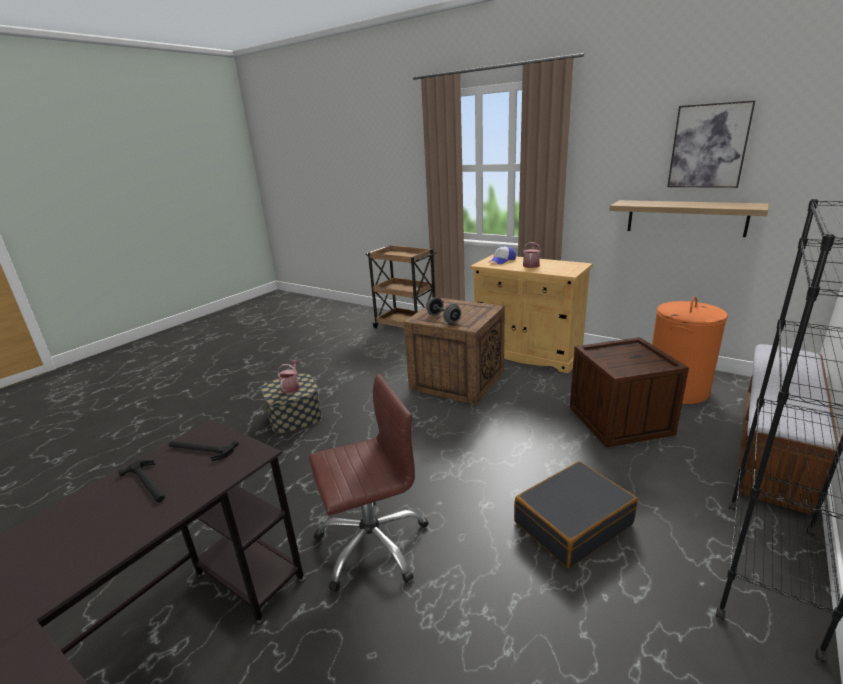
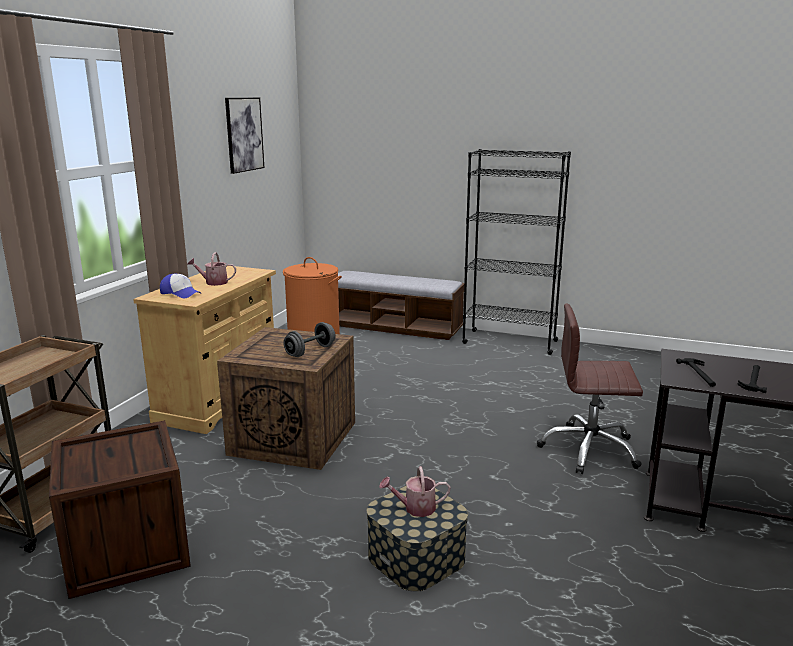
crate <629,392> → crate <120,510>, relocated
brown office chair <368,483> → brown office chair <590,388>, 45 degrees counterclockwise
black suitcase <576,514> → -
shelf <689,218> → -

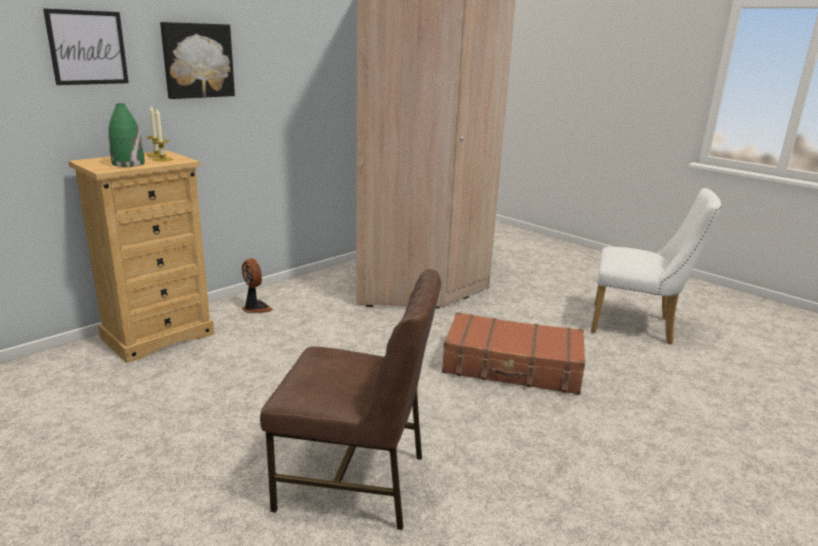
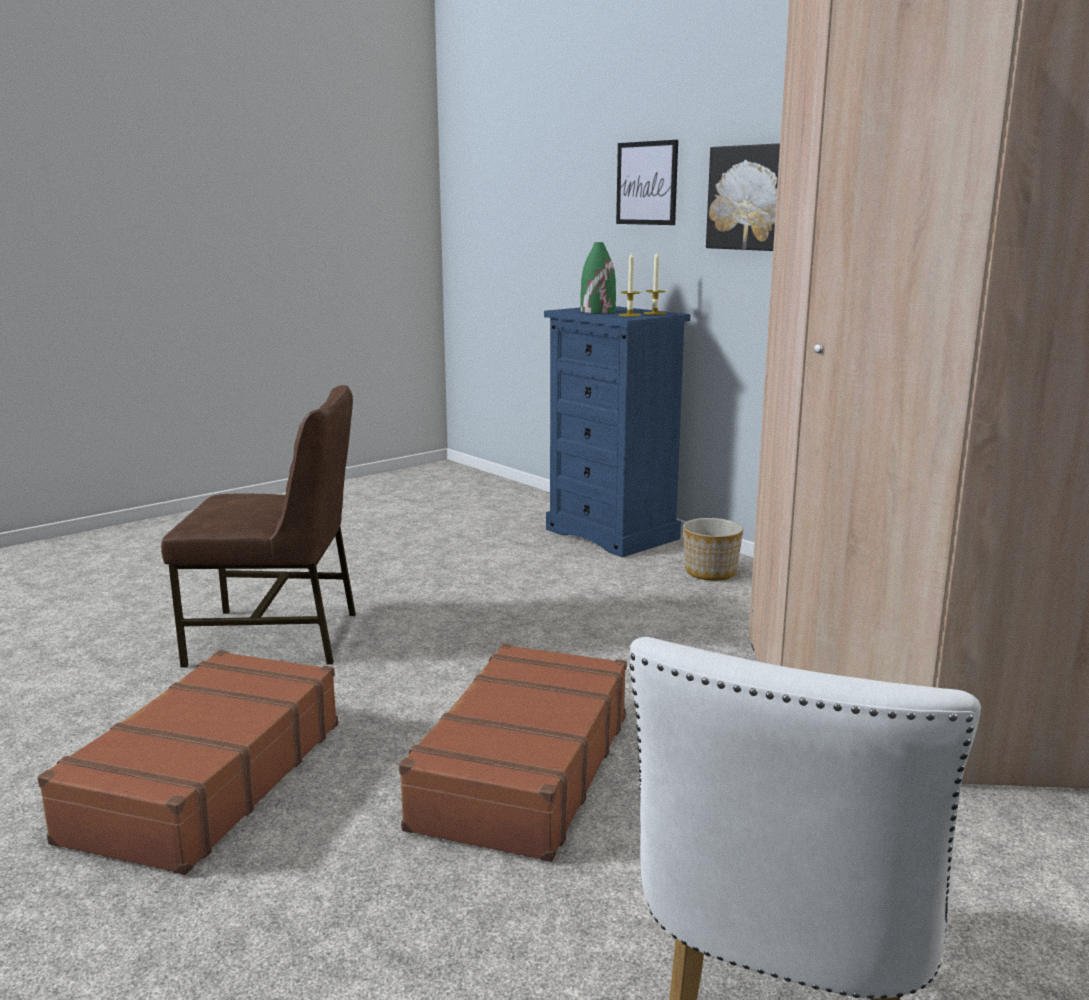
- → brown suitcase <187,762>
brown chair <350,399> → brown chair <258,526>, 105 degrees counterclockwise
beige dresser <141,256> → blue dresser <617,431>
fan <257,285> → planter <713,549>

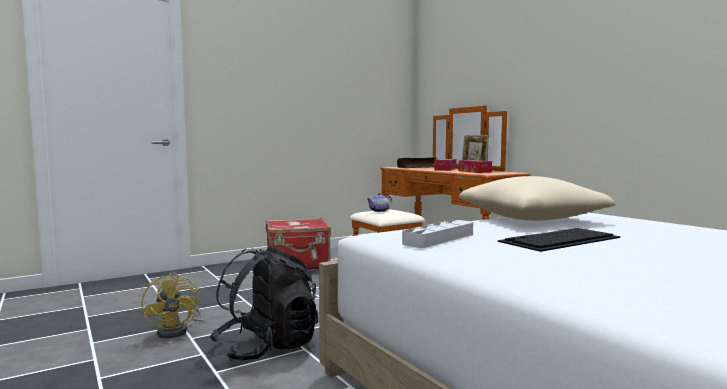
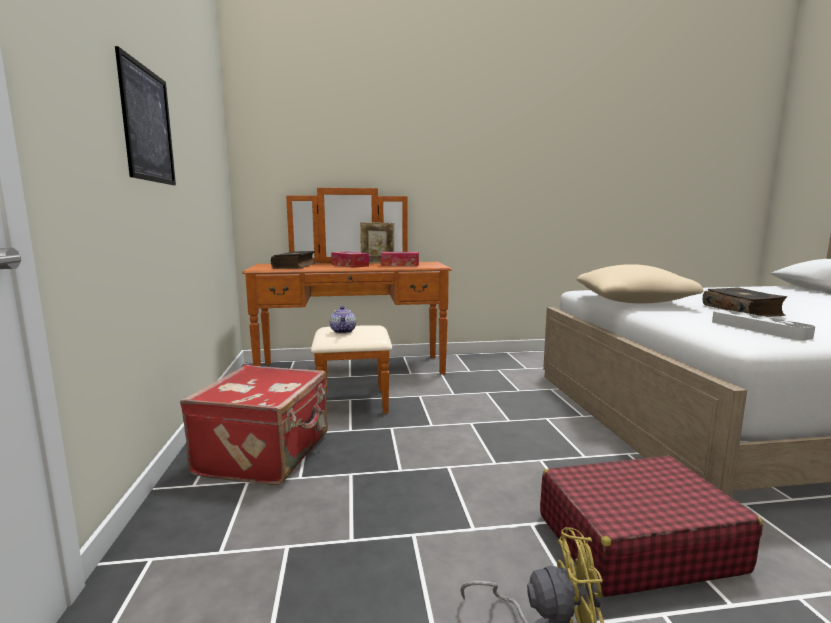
- → picture <145,115>
black backpack <264,303> → red suitcase <651,526>
keyboard <559,240> → book <745,302>

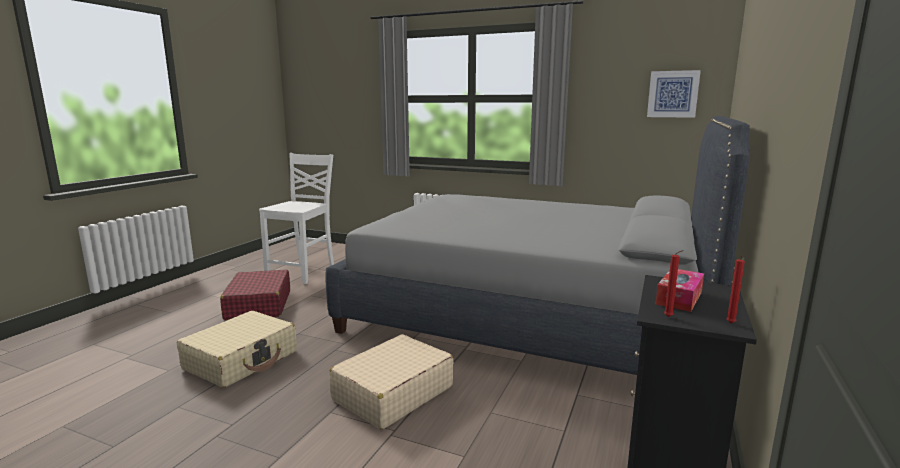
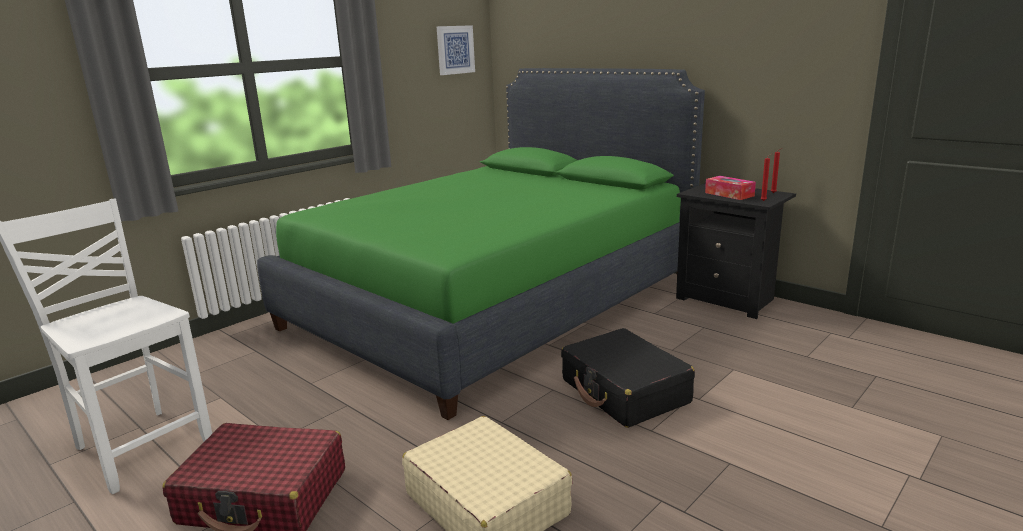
grey bed <537,245> → green bed <481,244>
beige suitcase <391,382> → black suitcase <628,378>

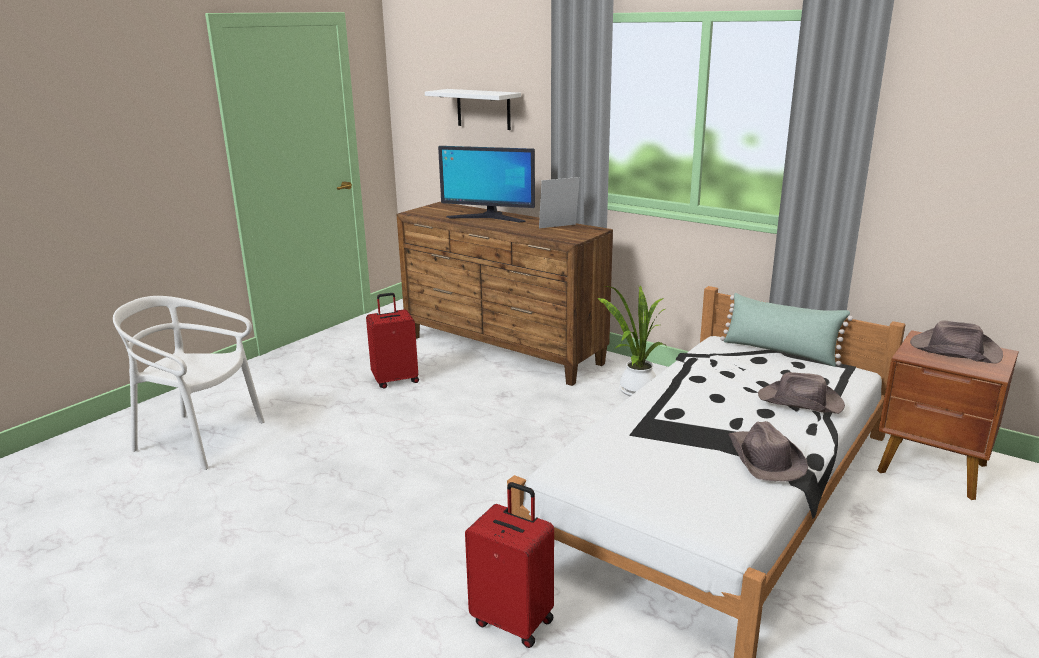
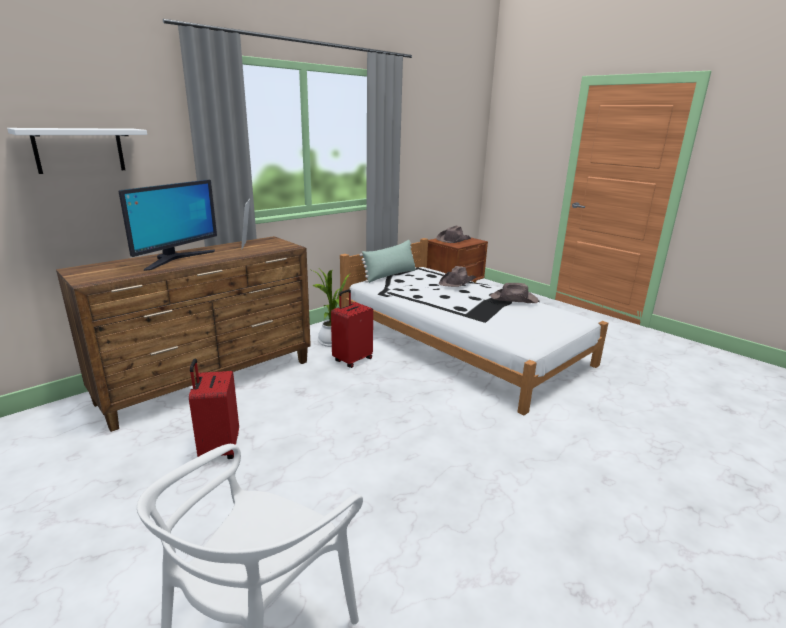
red suitcase <509,565> → red suitcase <352,328>, relocated

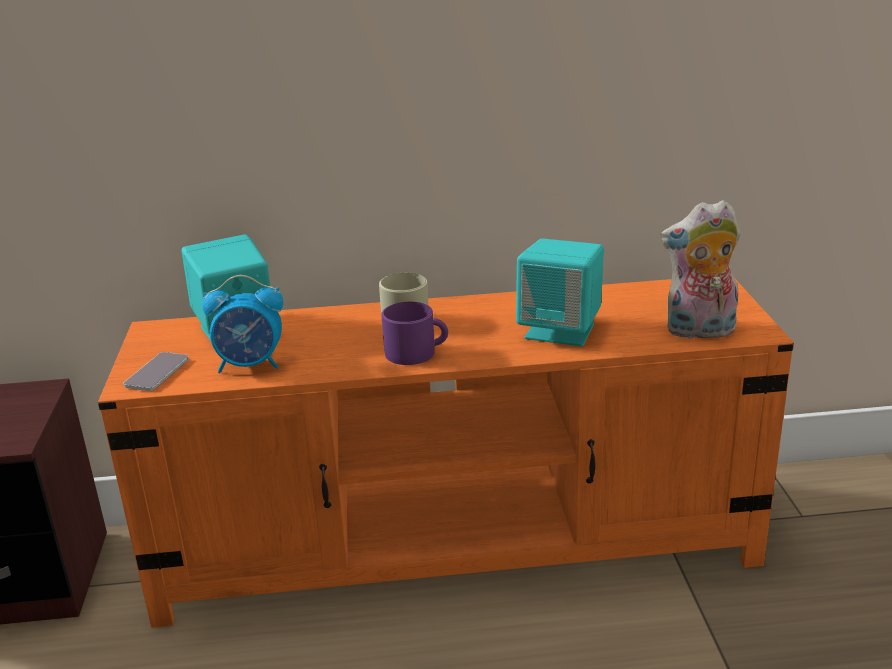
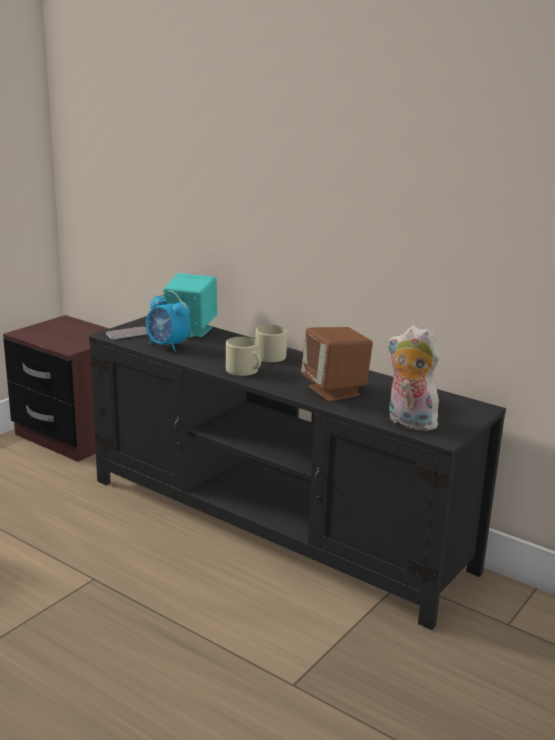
orange tv stand <446,453> → black tv stand <297,473>
purple mug <414,333> → beige mug <243,356>
turquoise speaker <560,292> → brown speaker <337,364>

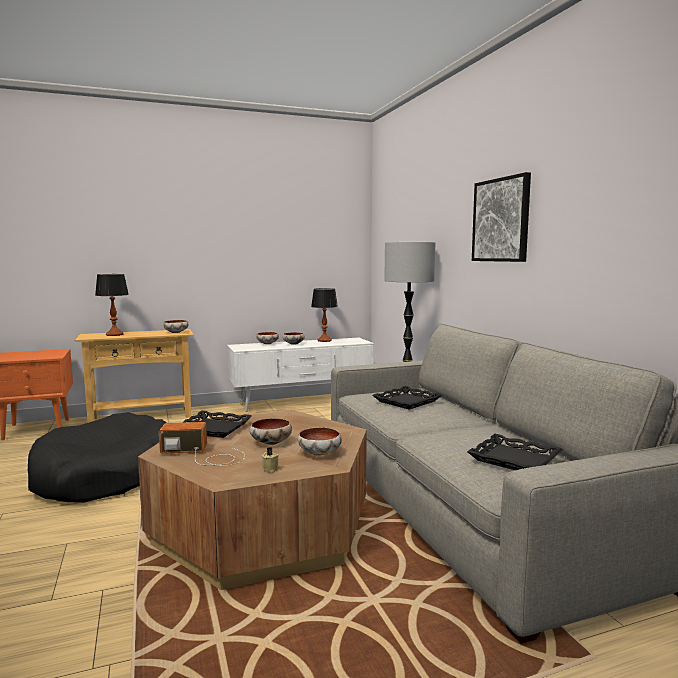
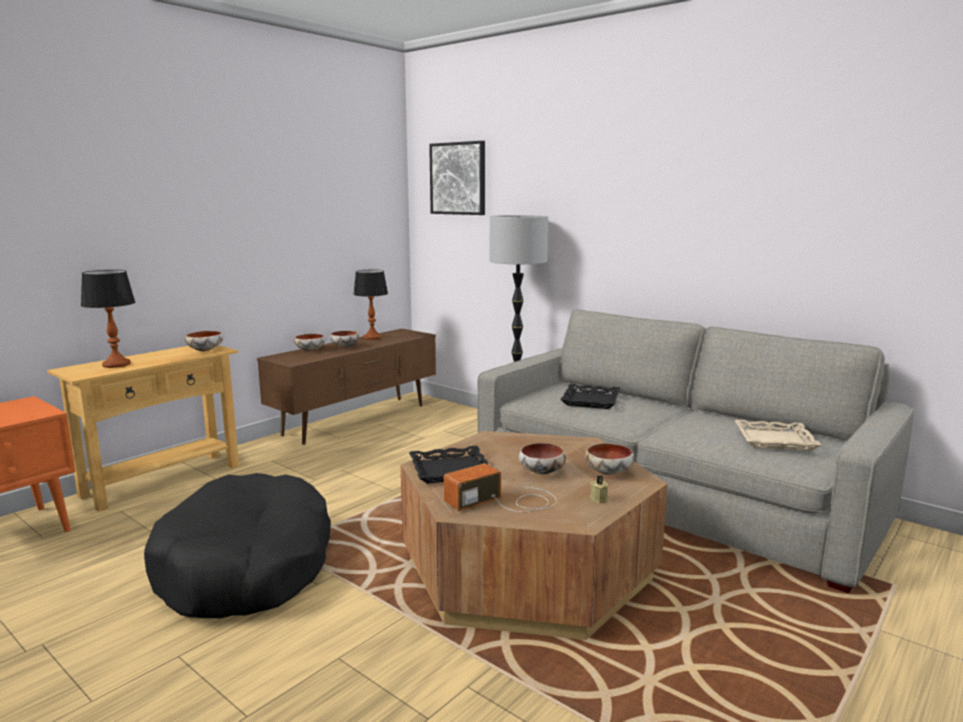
white tv stand <300,375> → brown tv stand <346,387>
picture <501,217> → picture <457,178>, relocated
black tray <515,452> → beige tray <778,435>

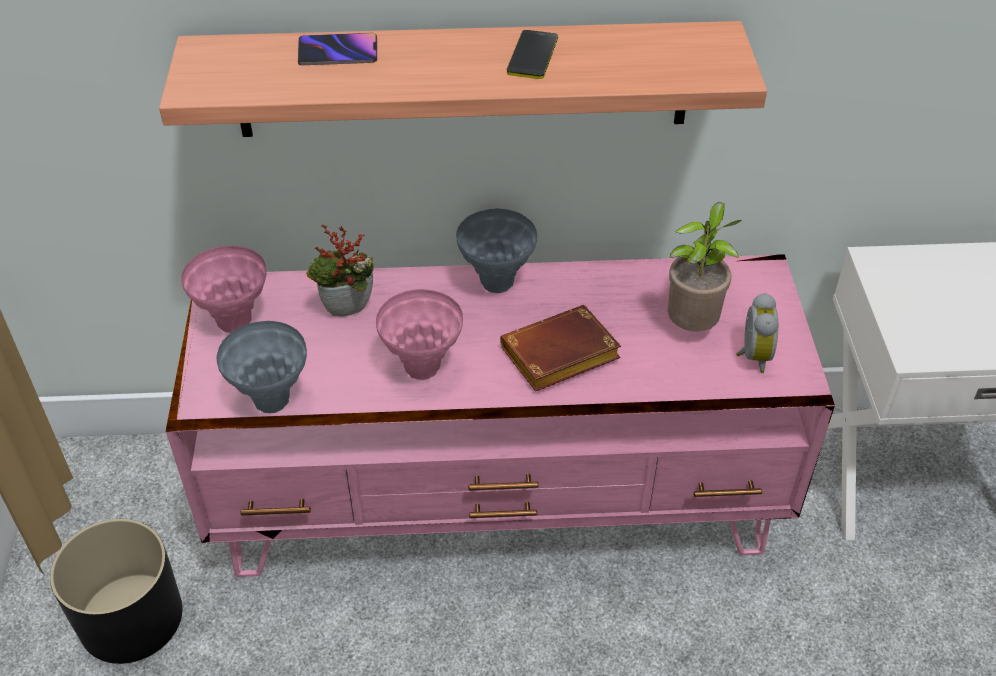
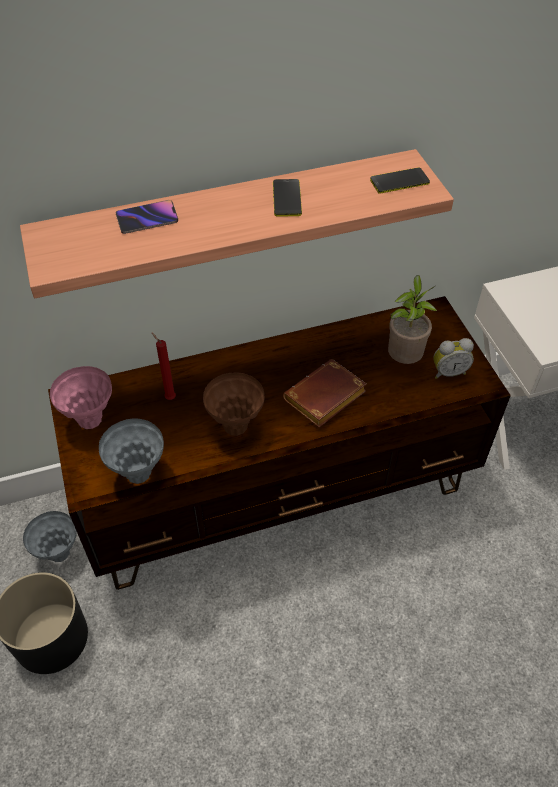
grey vase <496,250> → grey vase <50,536>, relocated
pink tv stand <500,415> → brown tv stand <279,443>
potted plant <340,270> → red candle <164,366>
pink vase <419,334> → brown vase <233,404>
- → phone <400,181>
alarm clock <757,333> → alarm clock <453,358>, 90 degrees clockwise

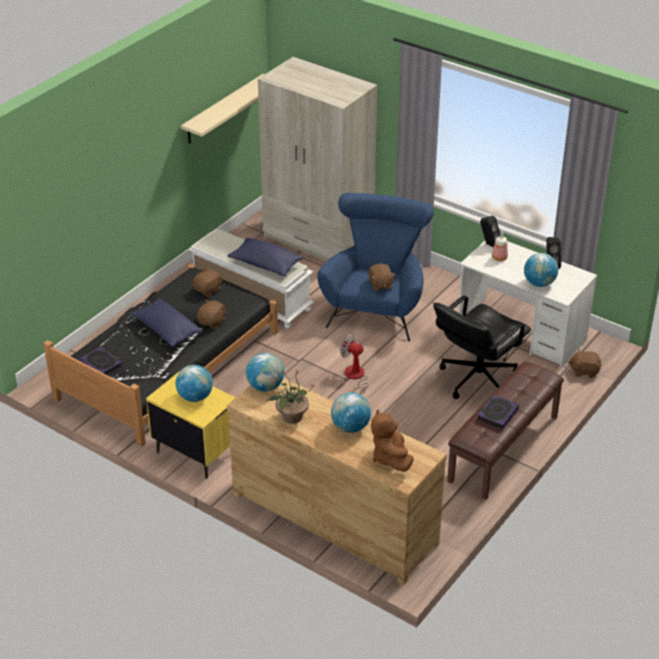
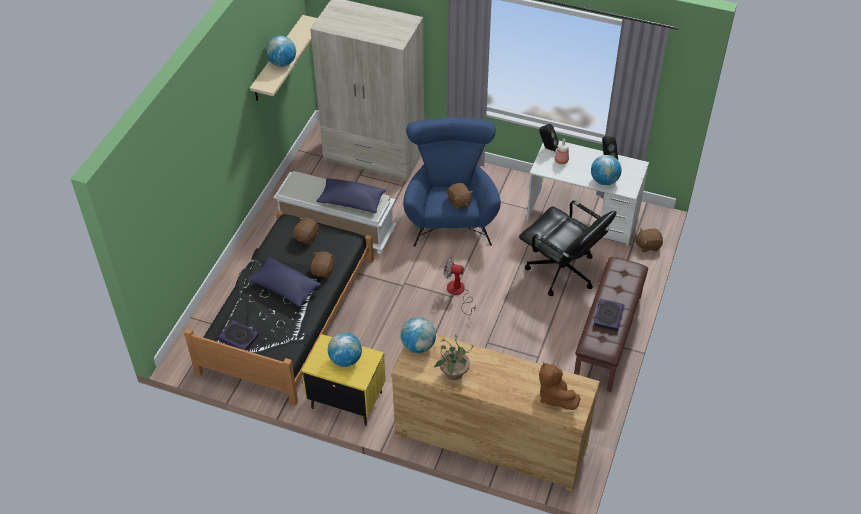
globe <351,412> → globe <281,51>, relocated
black office chair <482,347> → black office chair <567,248>, 75 degrees counterclockwise

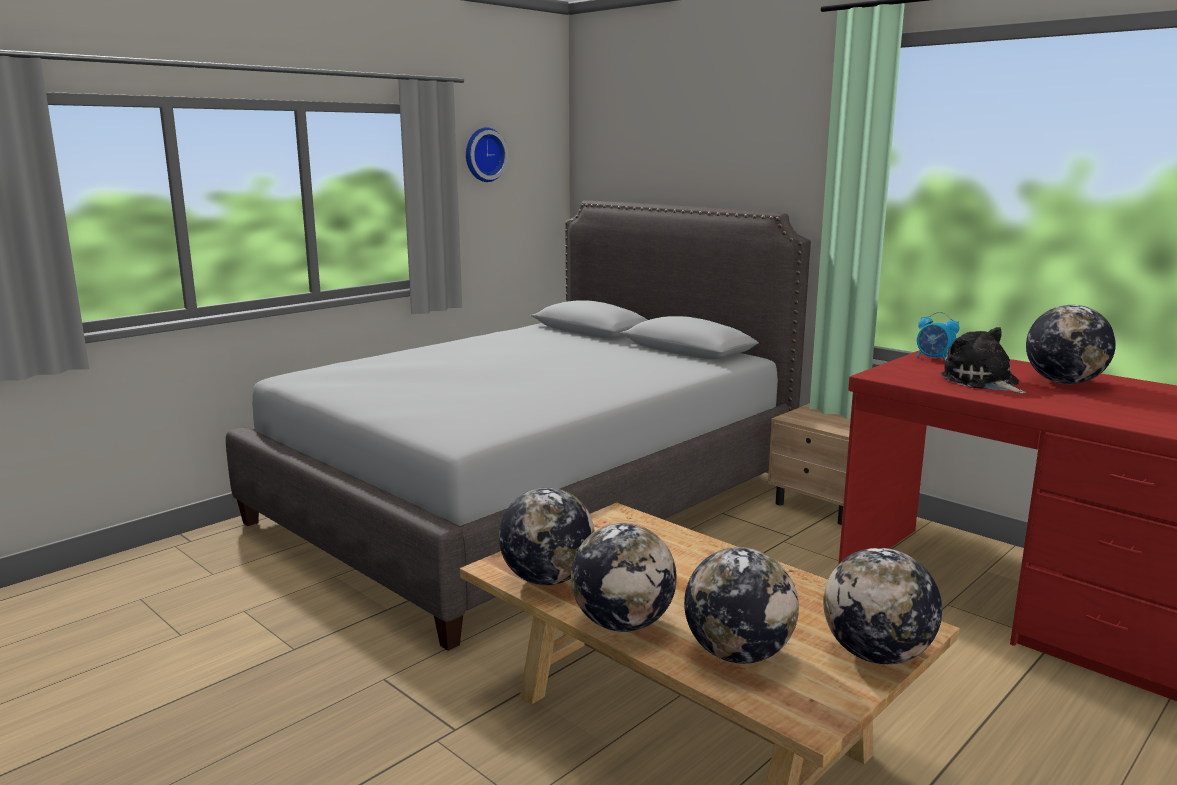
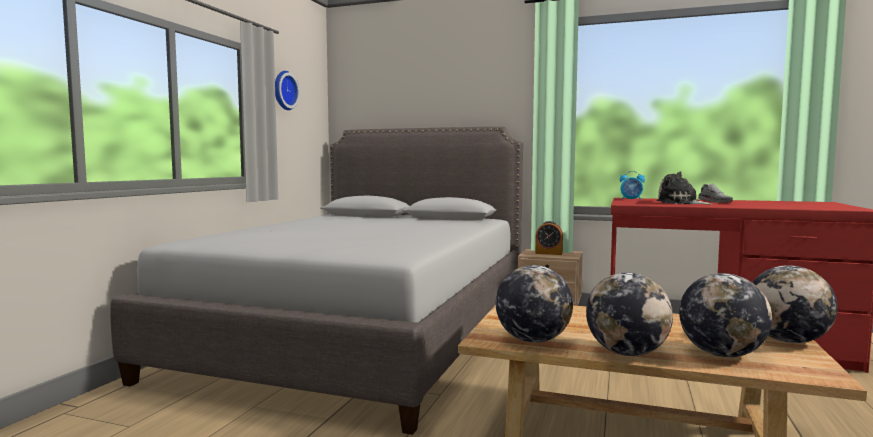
- → alarm clock <549,238>
globe <1071,344> → grey shoe <715,193>

